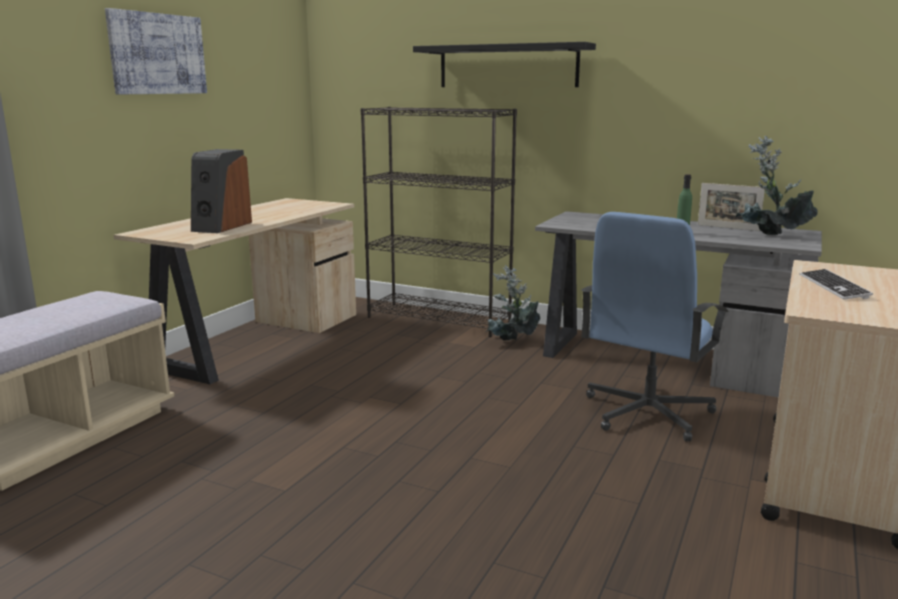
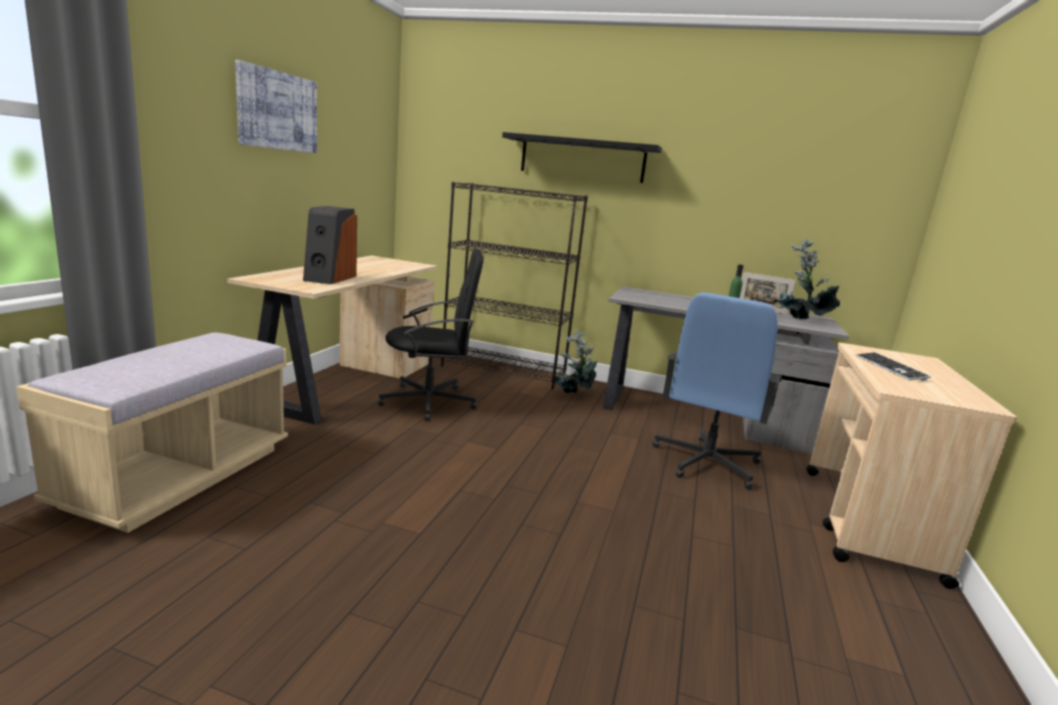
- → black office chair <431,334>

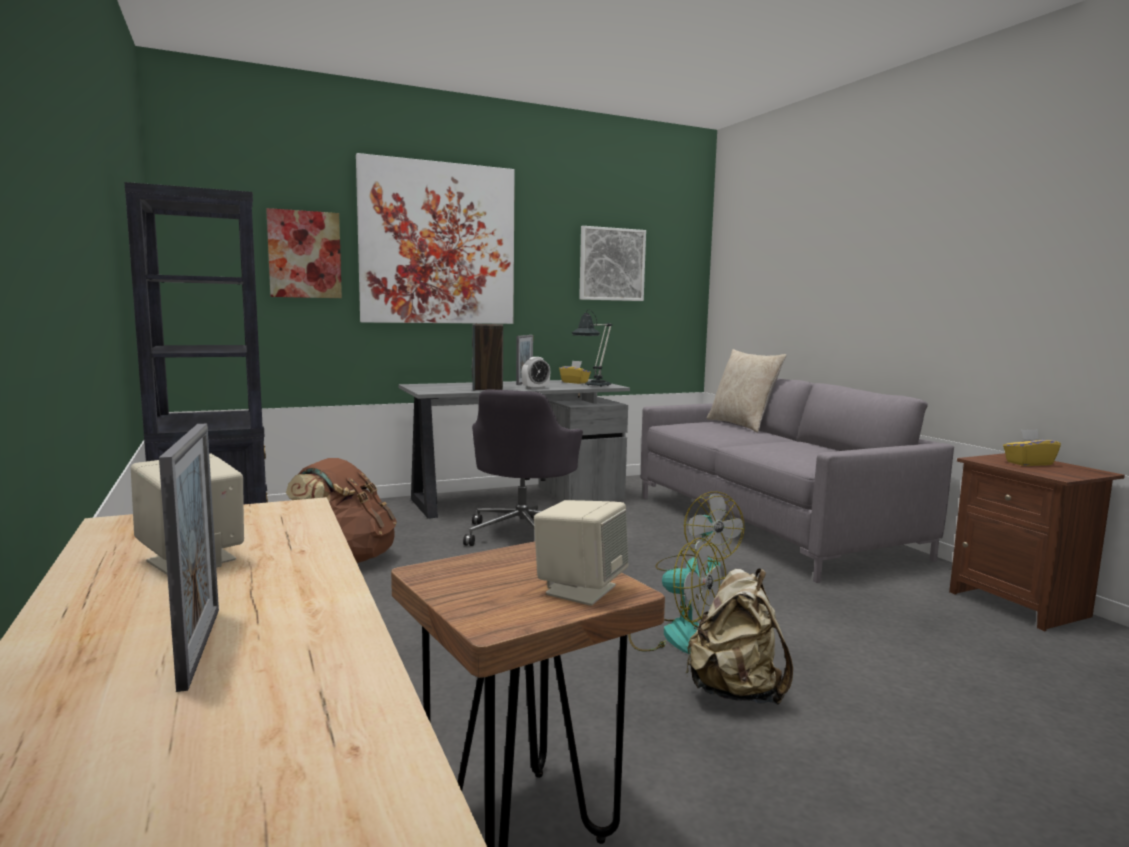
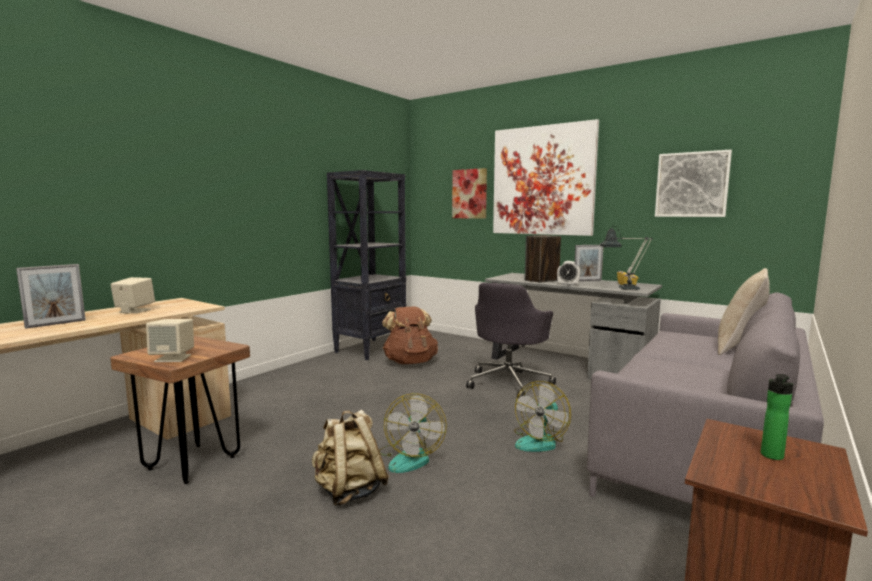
grey office chair <523,468> → grey office chair <511,340>, 45 degrees counterclockwise
yellow tissue box <1032,447> → bottle <777,417>

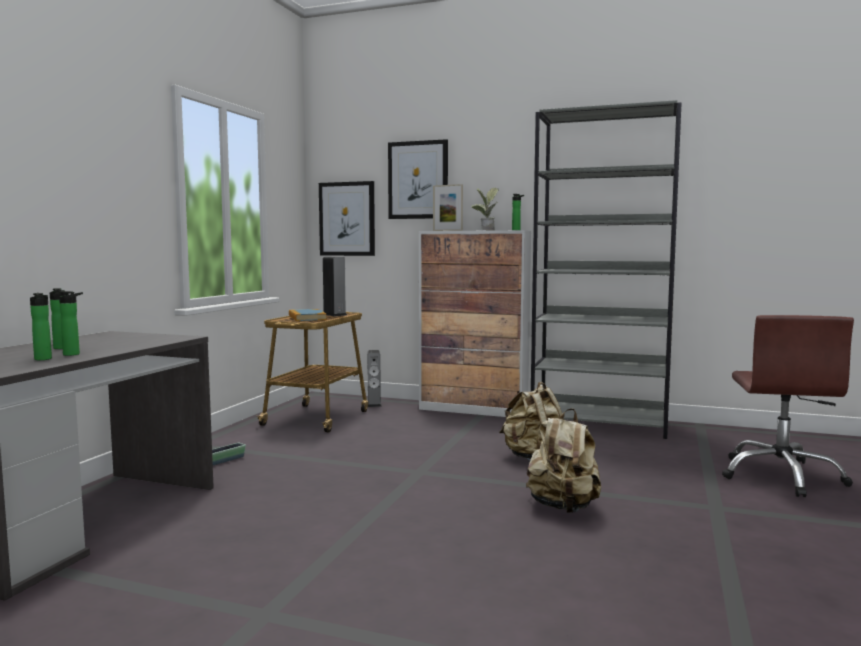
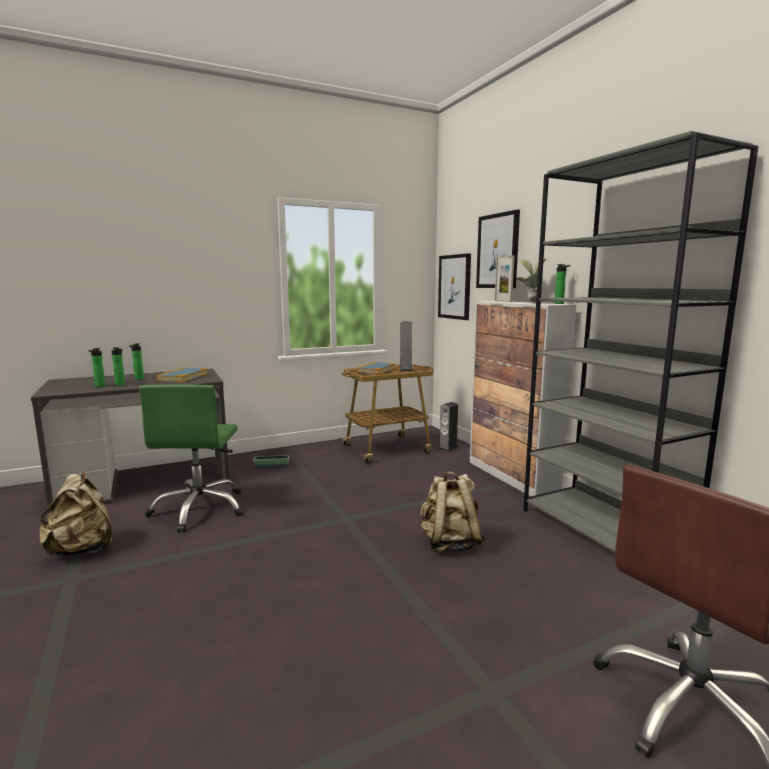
beige backpack <563,460> → beige backpack <74,514>, relocated
- → green office chair <191,458>
- → book <182,374>

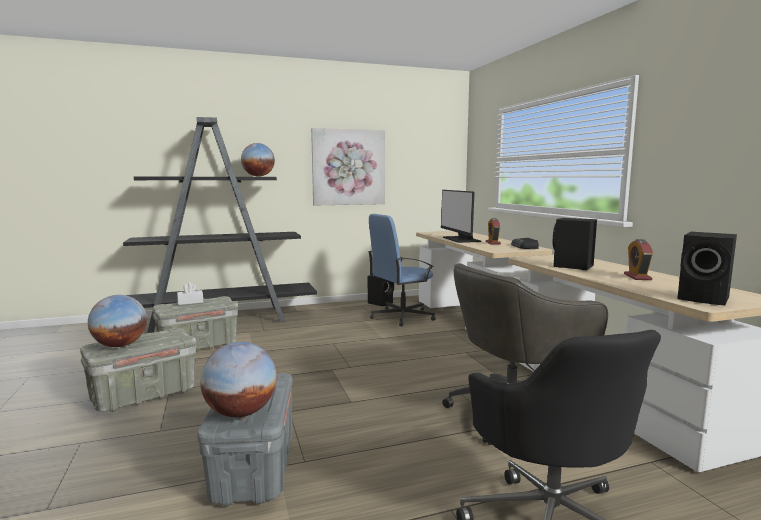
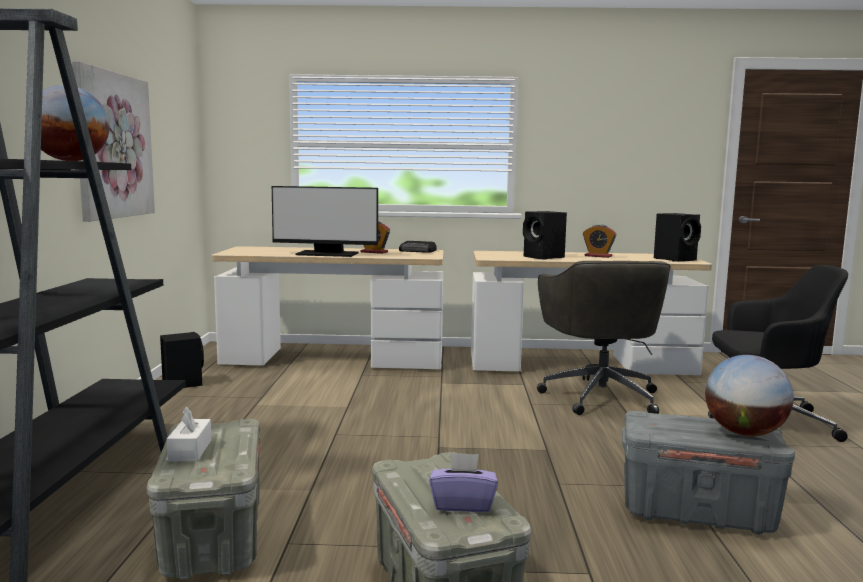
globe <117,321> → purple tissue box <463,482>
blue office chair <402,270> → -

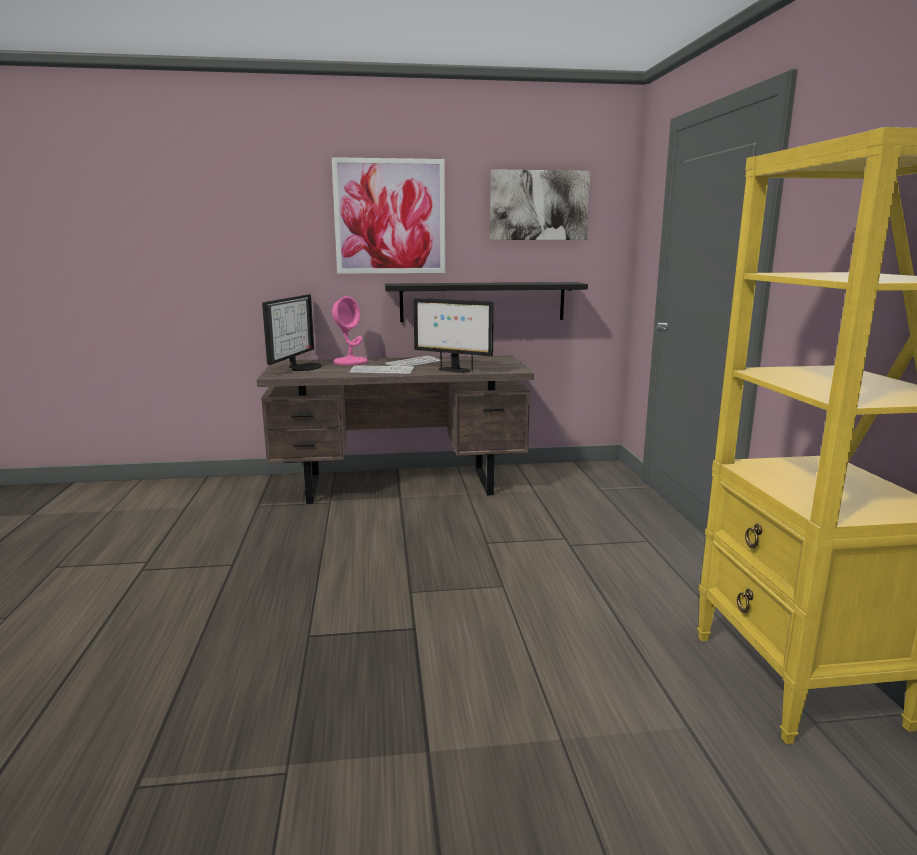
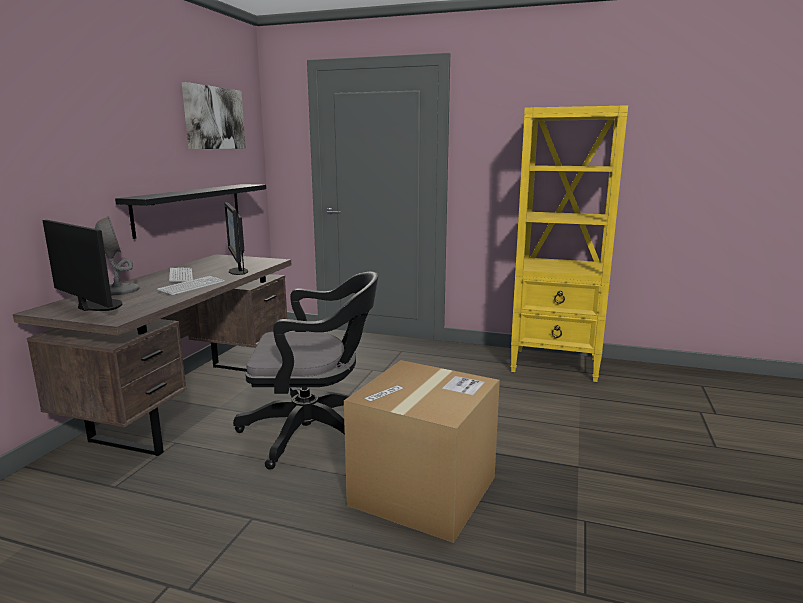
pink table lamp <350,330> → grey table lamp <117,256>
monitor <453,335> → monitor <236,238>, 105 degrees clockwise
- → black office chair <305,371>
- → cardboard box <422,451>
picture <388,215> → -

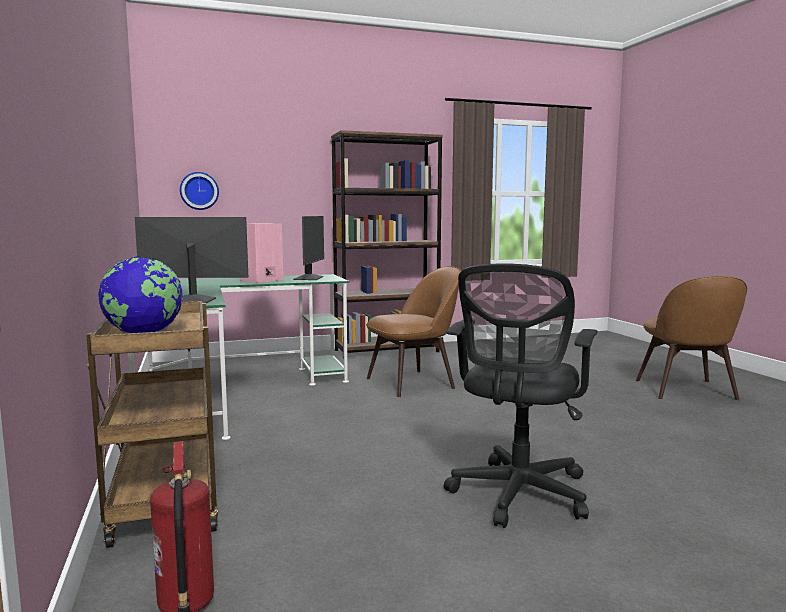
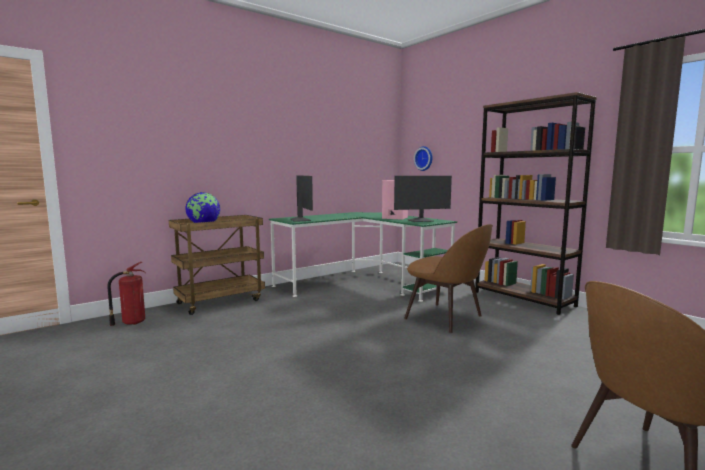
black office chair <521,395> → -

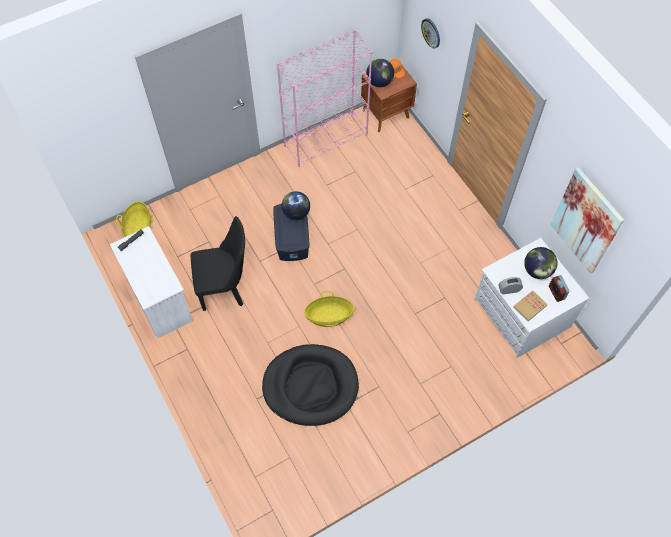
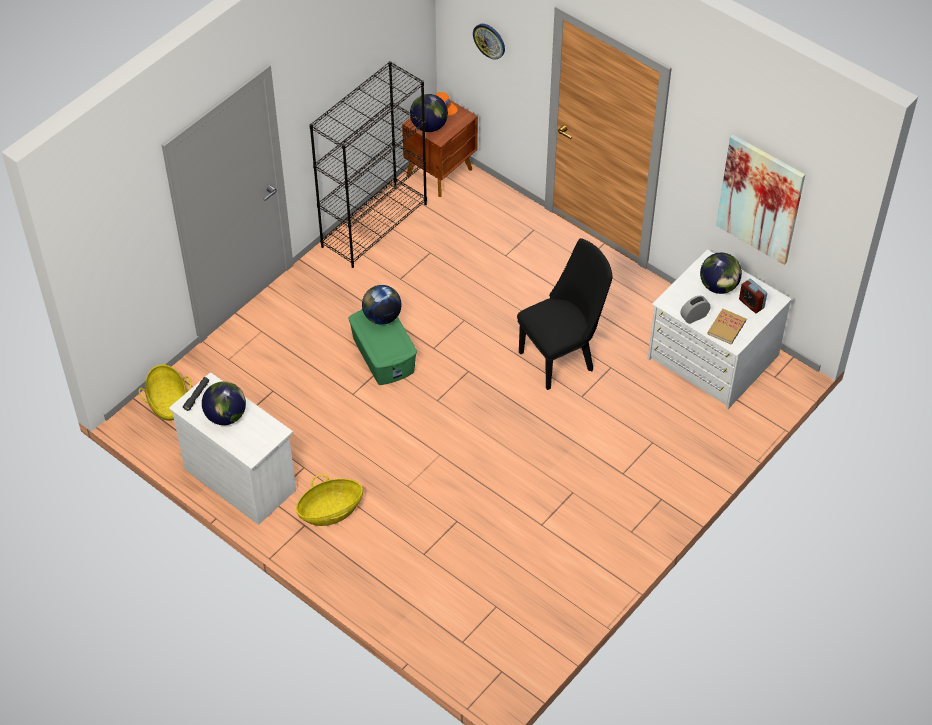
- → globe <224,403>
basket <329,309> → basket <329,500>, relocated
pink bookcase <324,98> → black bookcase <368,164>
blue storage box <291,232> → green storage box <382,347>
black chair <218,263> → black chair <565,314>, relocated
black dog bed <310,385> → -

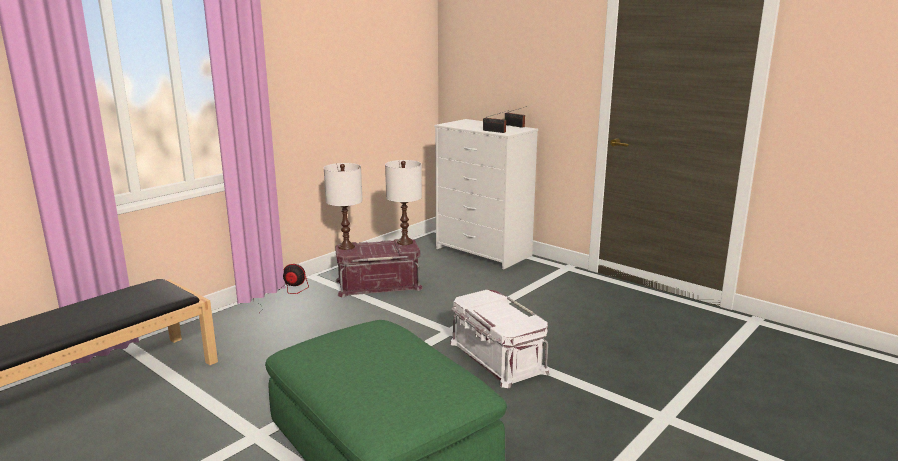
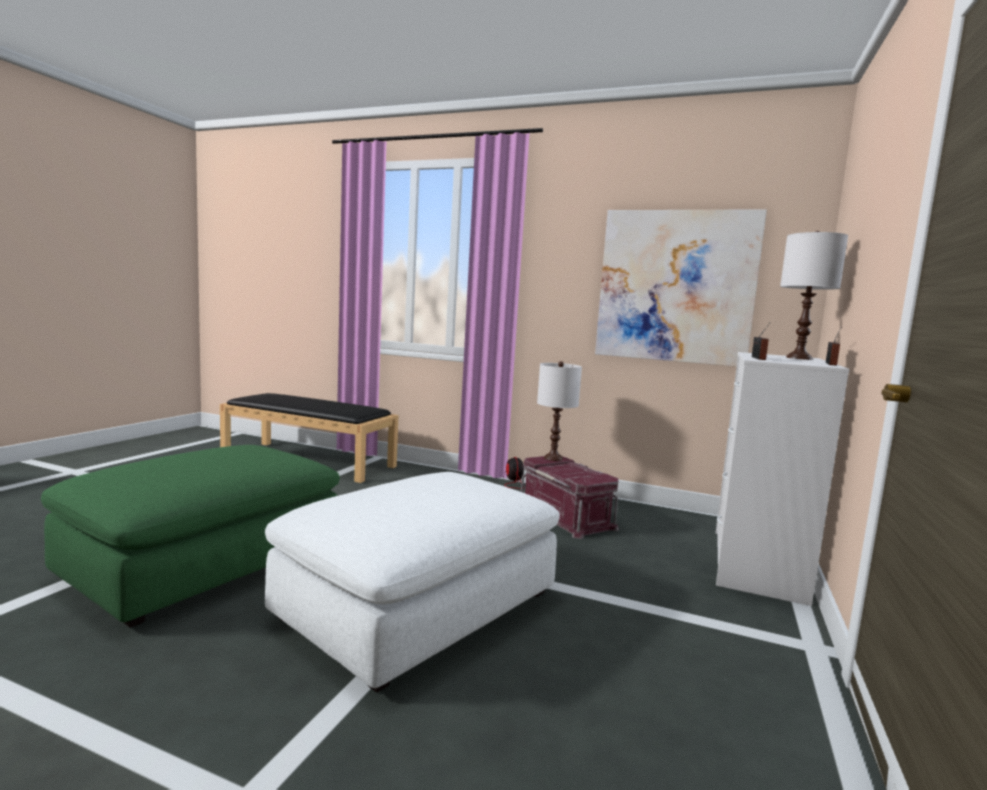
white storage box <500,339> → white ottoman <412,582>
- → picture <681,288>
white table lamp <403,202> → white table lamp <814,295>, relocated

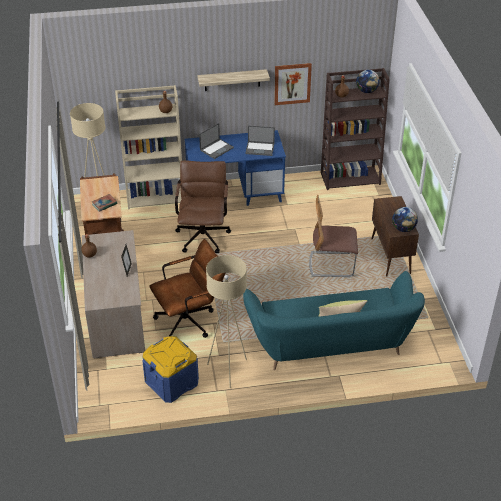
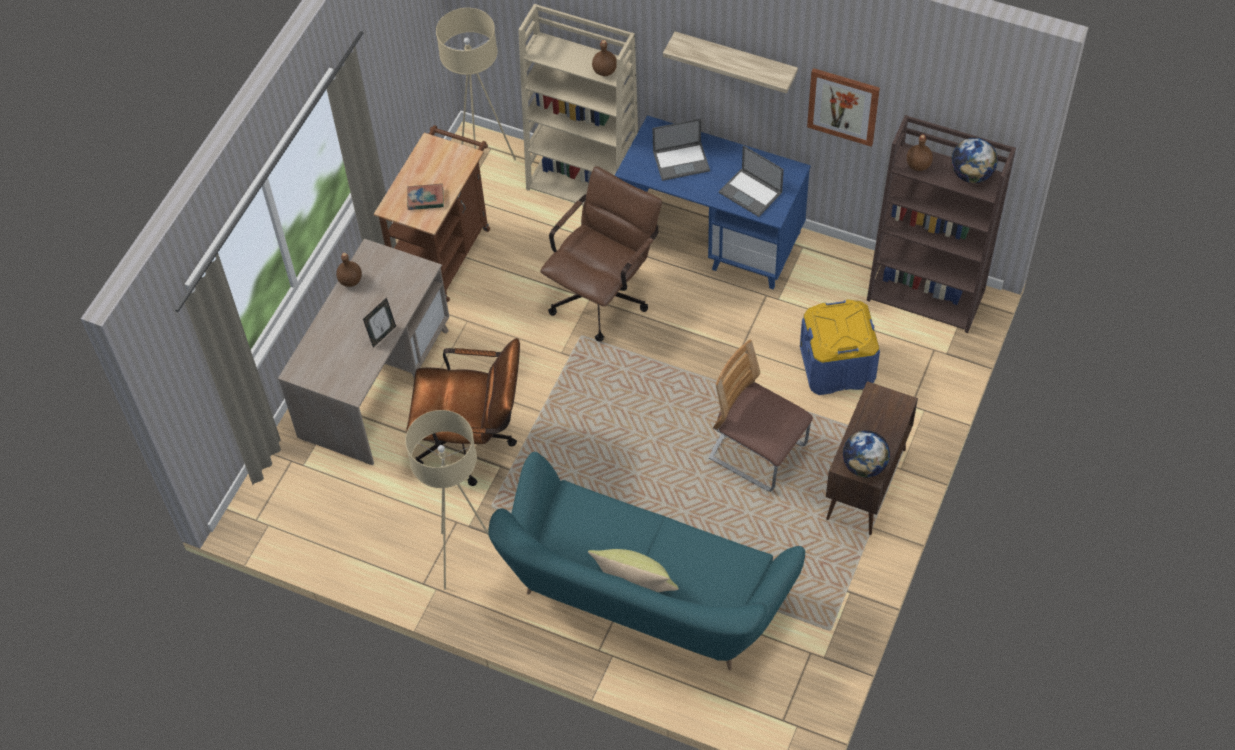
blue storage box <170,369> → blue storage box <840,347>, relocated

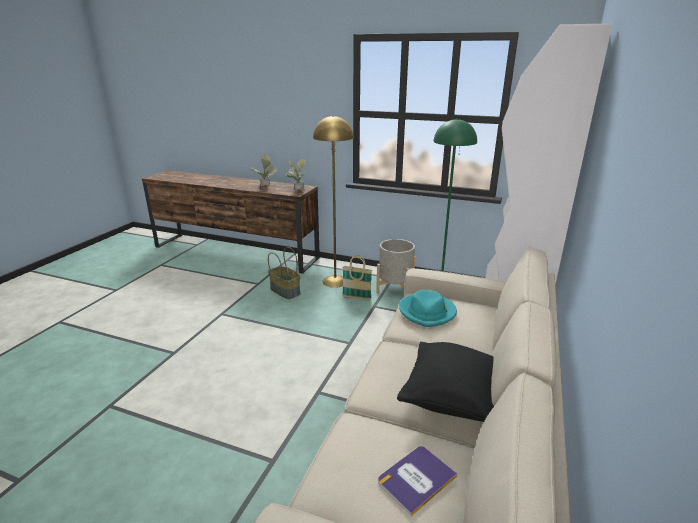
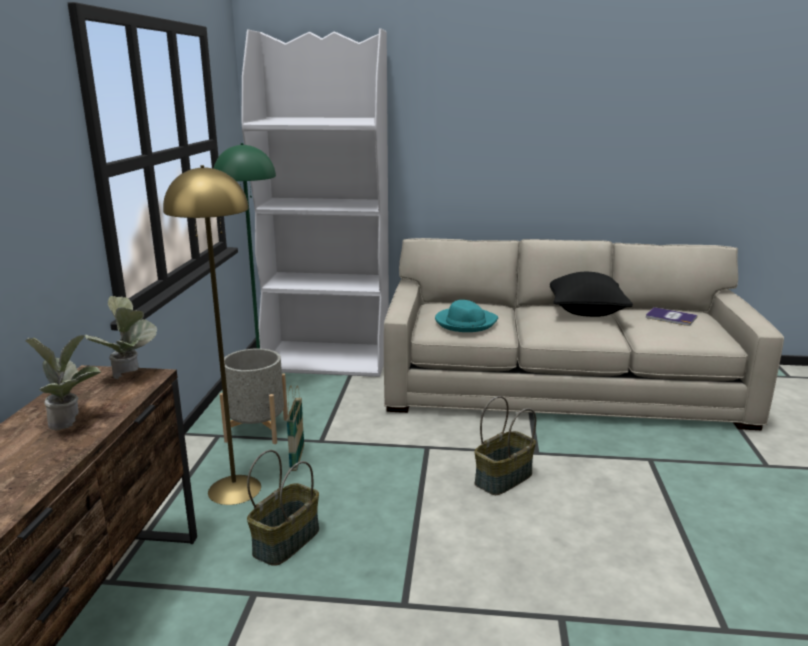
- → basket <505,445>

